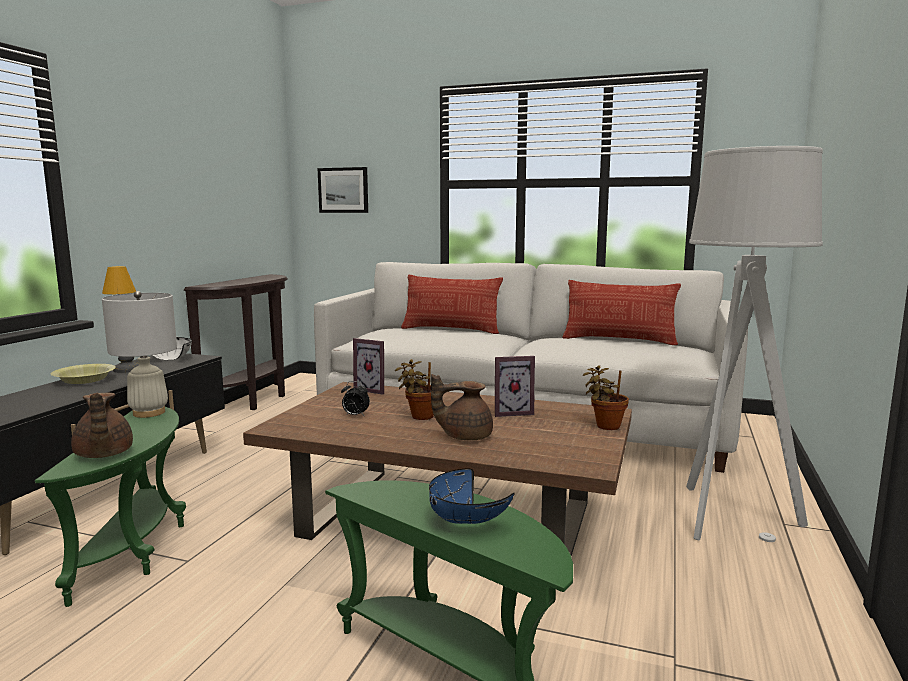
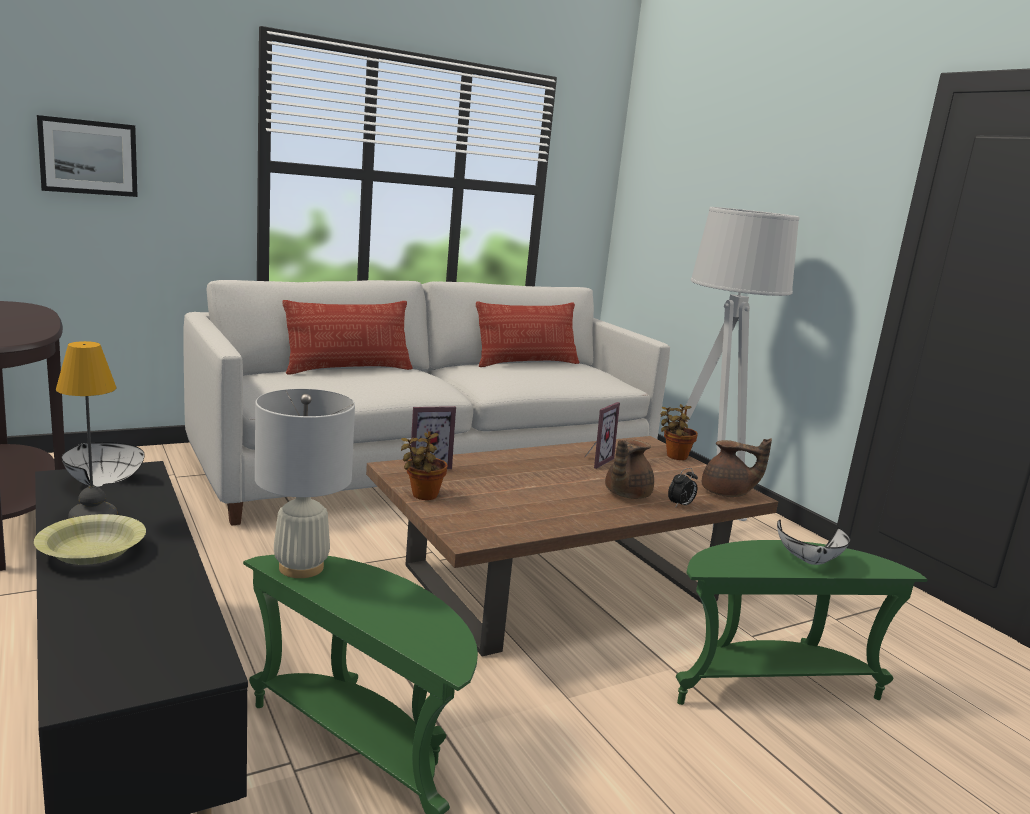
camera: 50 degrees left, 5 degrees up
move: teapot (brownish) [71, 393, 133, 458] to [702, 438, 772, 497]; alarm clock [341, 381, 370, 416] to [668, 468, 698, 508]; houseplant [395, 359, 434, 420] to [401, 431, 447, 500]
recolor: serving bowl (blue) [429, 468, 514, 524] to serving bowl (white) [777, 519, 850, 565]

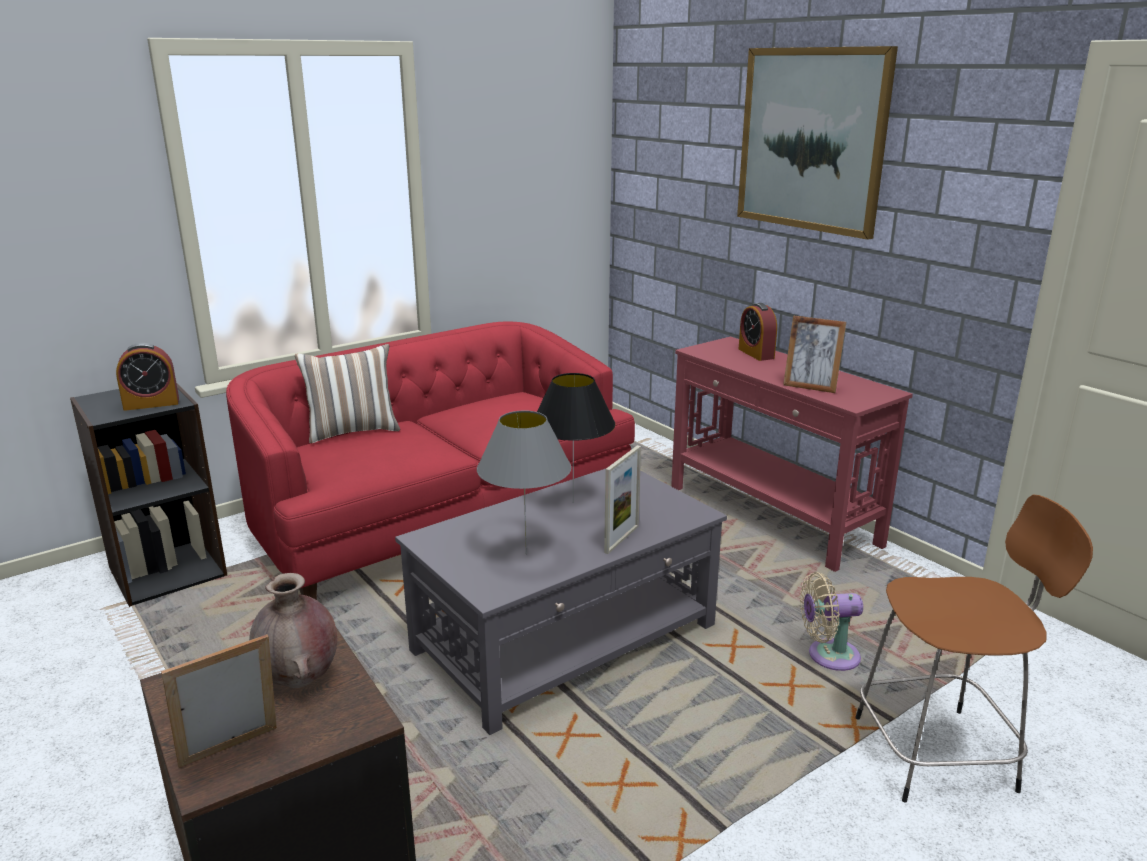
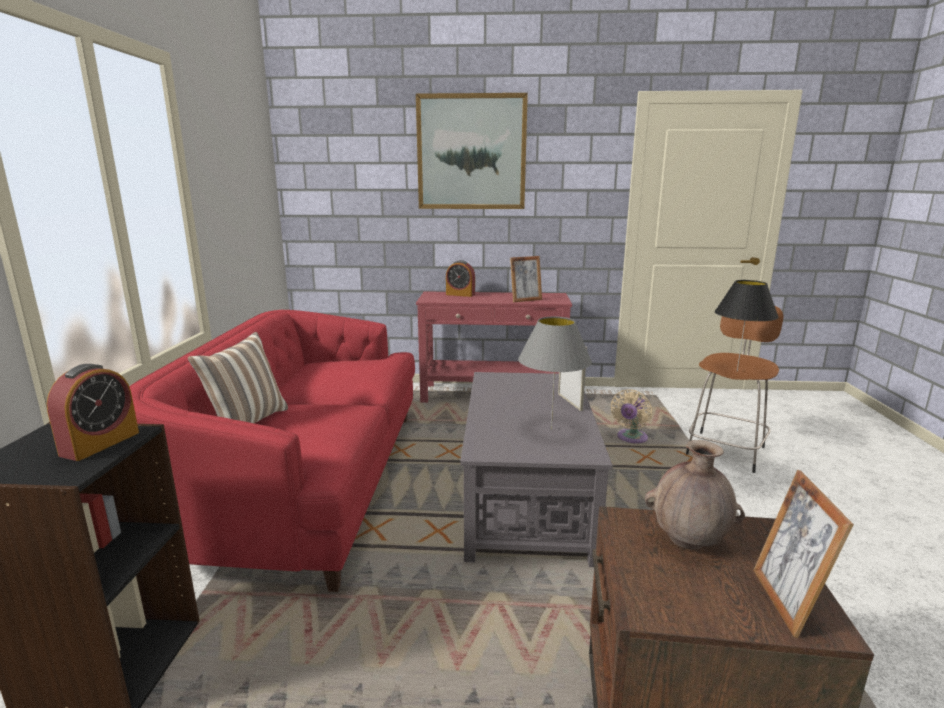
camera: 50 degrees left, 5 degrees down
move: lamp for a table (black-coloured) [537, 373, 616, 503] to [715, 280, 779, 372]

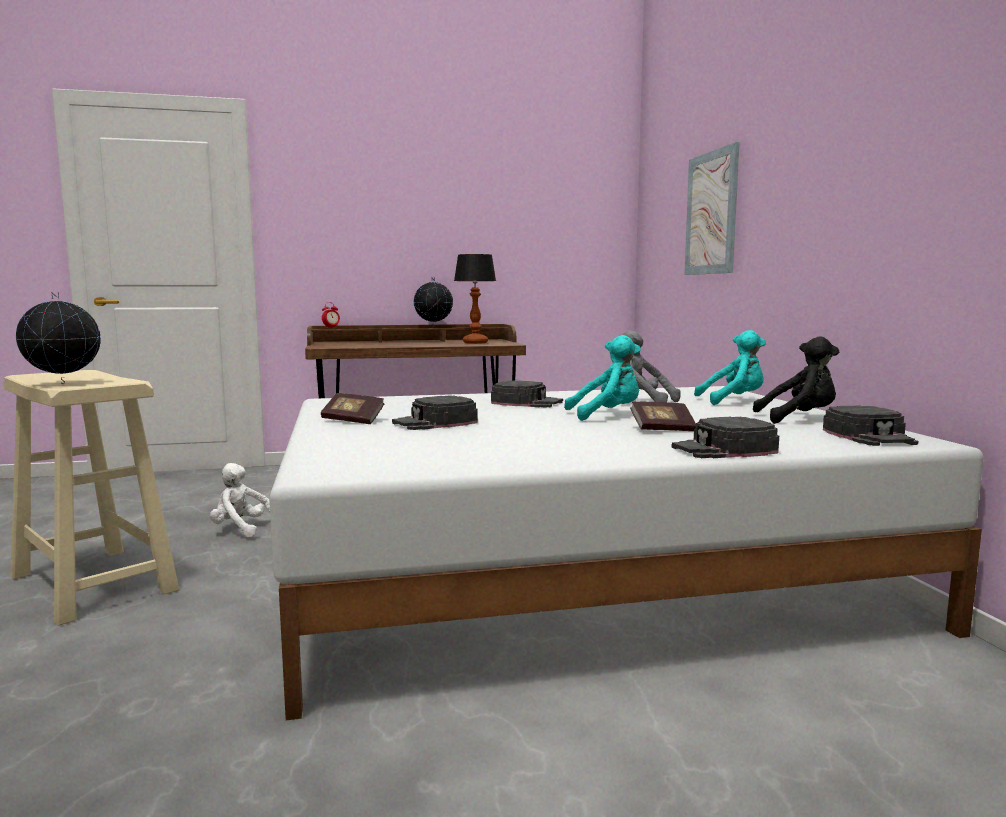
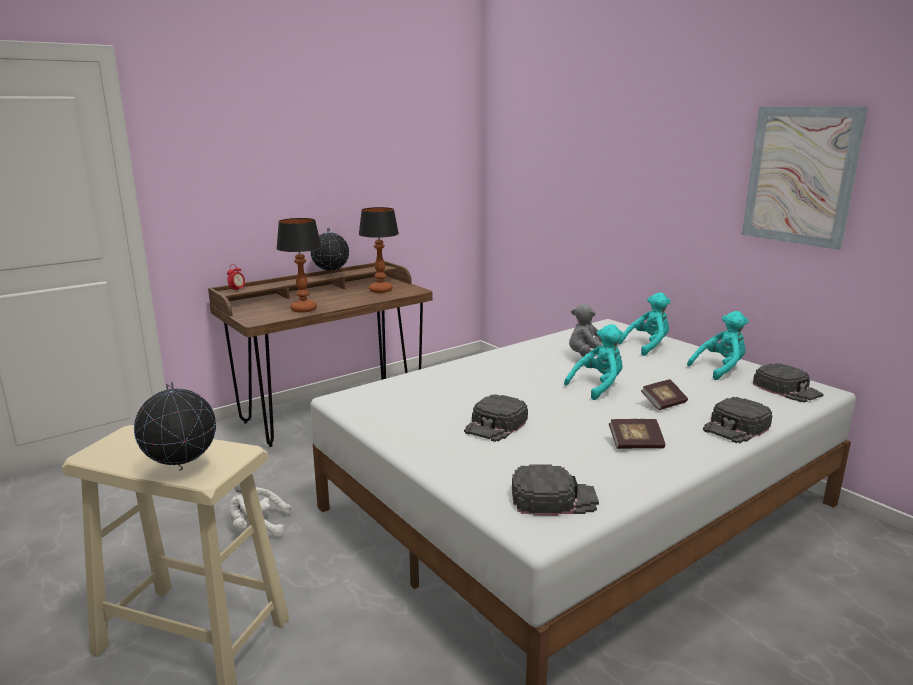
camera: 25 degrees left, 10 degrees up
insert: lamp for a table [276, 218, 322, 313]
move: volume [321, 393, 384, 424] to [609, 419, 666, 449]; peaked cap (black-coloured) [491, 380, 563, 408] to [512, 464, 599, 516]; wall picture [684, 142, 740, 275] to [742, 107, 868, 250]
recolor: cuddly toy (black-coloured) [752, 337, 839, 424] to cuddly toy (blue-green) [687, 311, 749, 380]

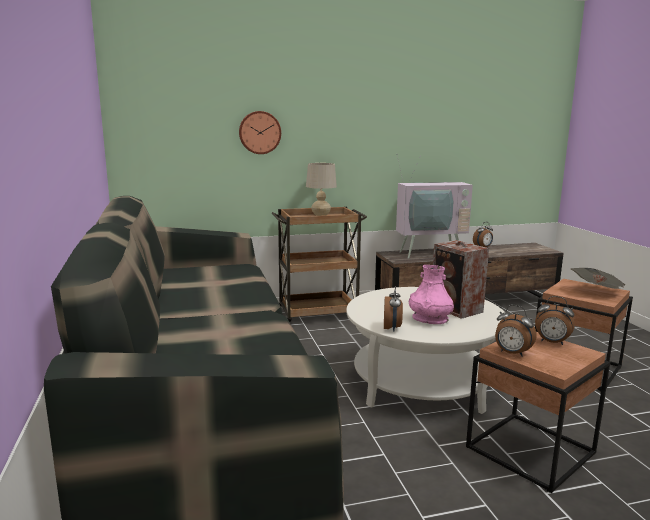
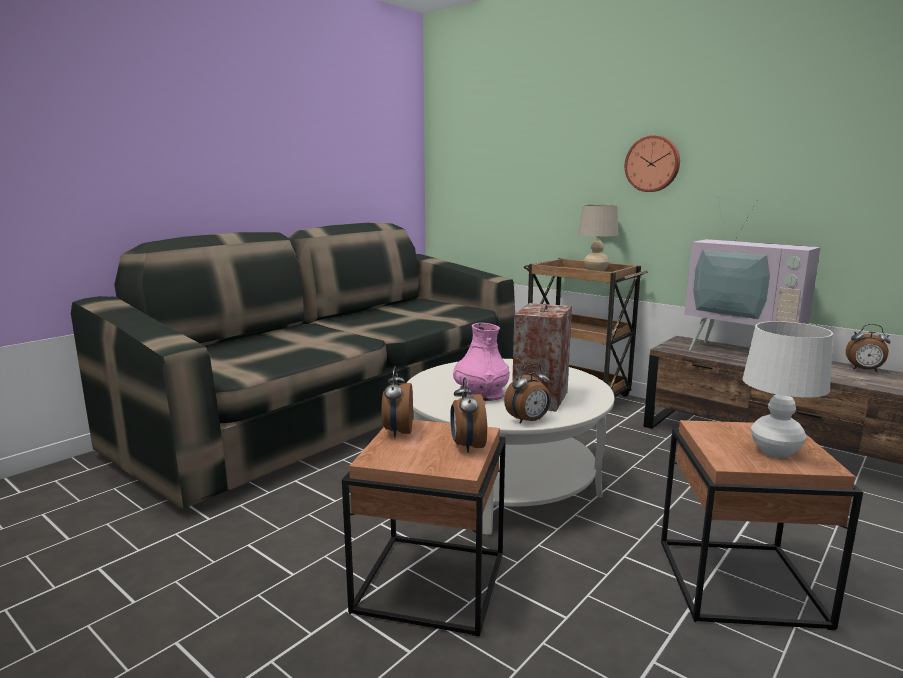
camera: 55 degrees right, 0 degrees up
move: wall clock [239, 111, 281, 154] to [625, 135, 680, 192]; alarm clock [384, 286, 403, 332] to [504, 363, 551, 424]
replace: newspaper [571, 268, 625, 289] to lamp for a table (white) [743, 321, 833, 458]

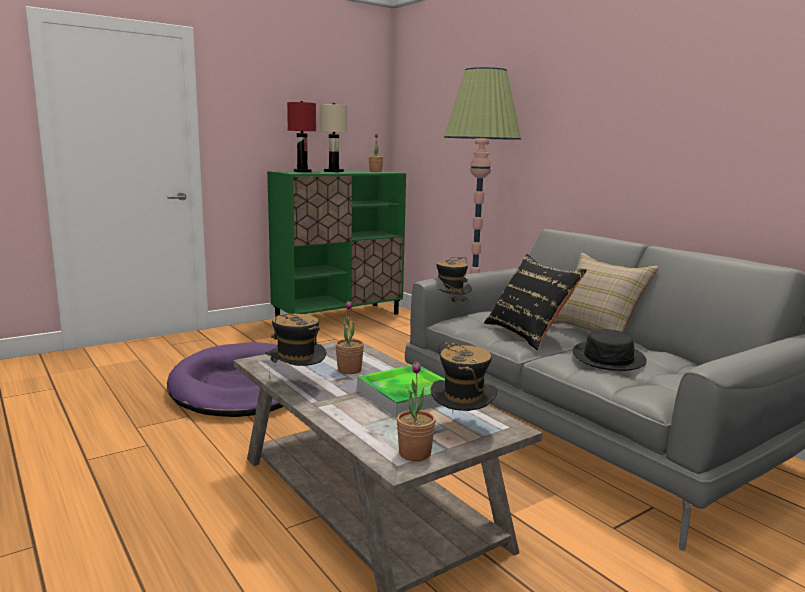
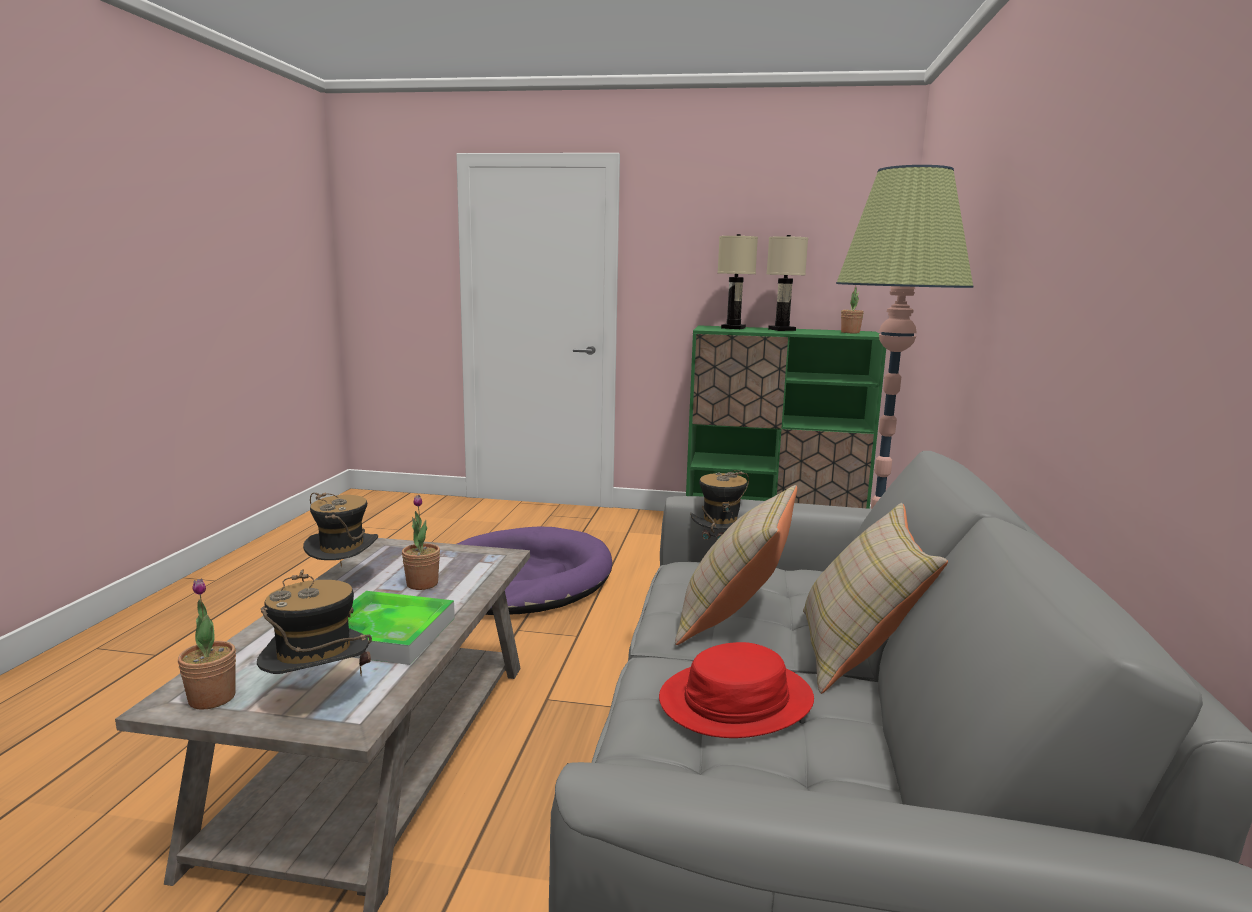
camera: 45 degrees right, 0 degrees up
recolor: lamp for a table (red) [287, 101, 316, 172] to lamp for a table (beige) [717, 234, 758, 329]; pillow (black-coloured) [484, 254, 587, 350] to pillow (beige) [675, 485, 797, 645]; clothing hat (black-coloured) [572, 329, 647, 371] to clothing hat (red) [659, 642, 814, 738]

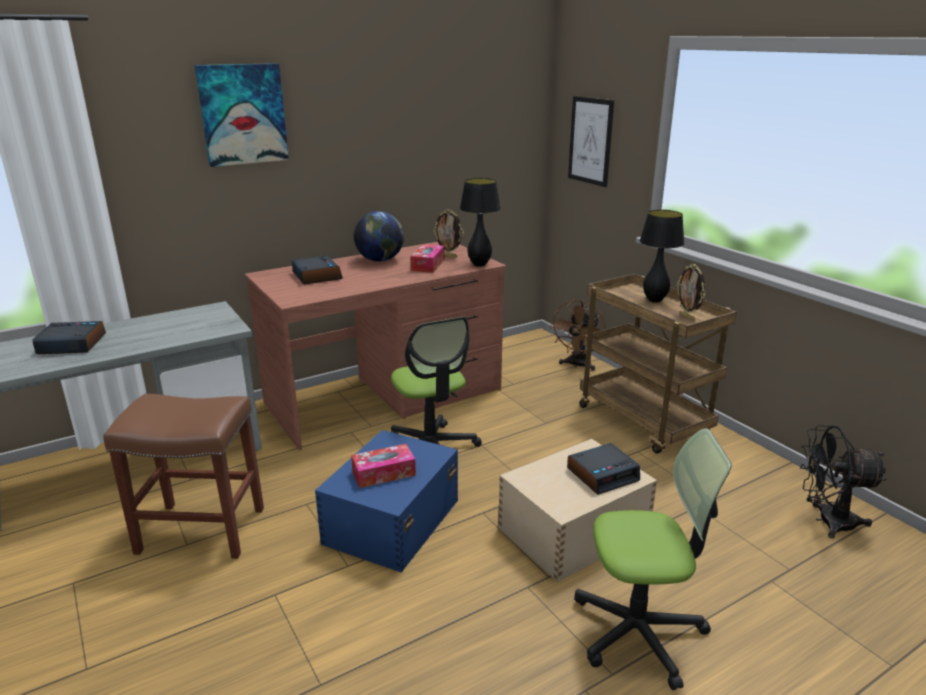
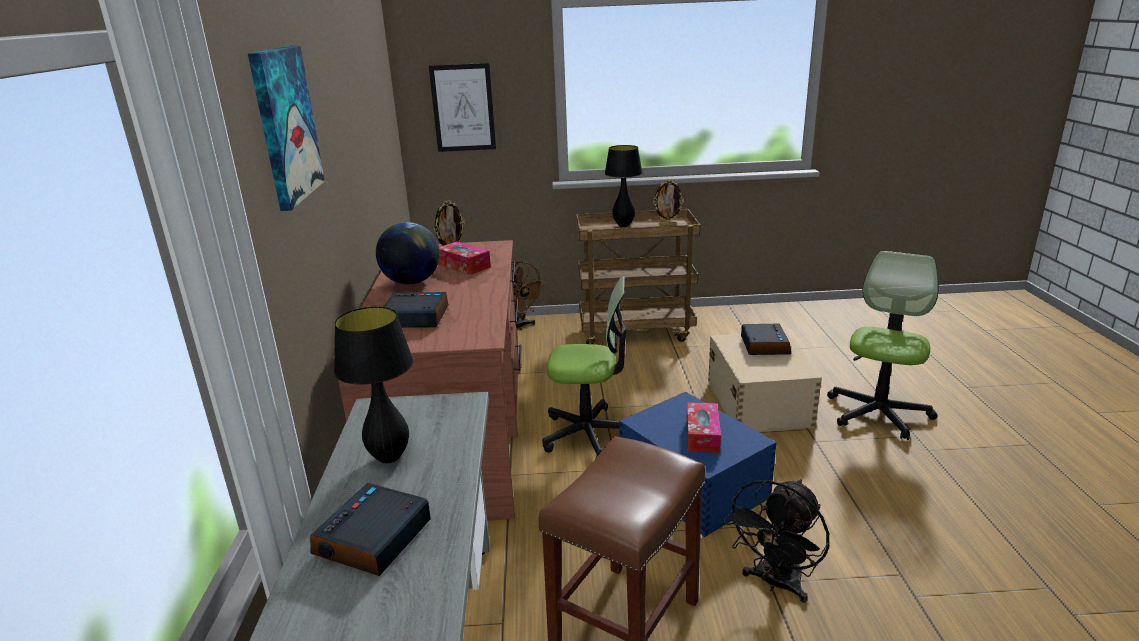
camera: 60 degrees left, 0 degrees up
move: lamp for a table (black-coloured) [460, 178, 501, 267] to [334, 307, 413, 463]; electric fan (black-coloured) [800, 425, 887, 539] to [723, 479, 829, 603]

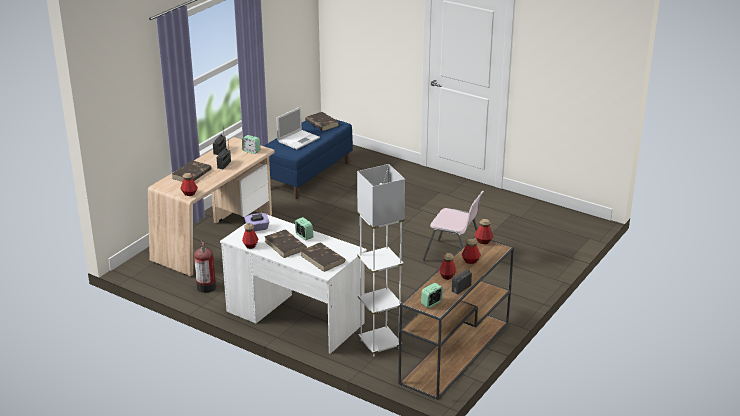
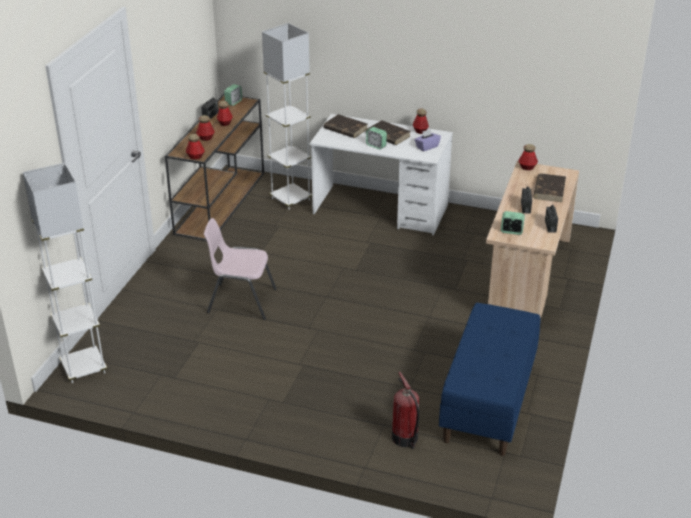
camera: 165 degrees right, 5 degrees up
delete: portable computer [276, 107, 320, 150]; volume (brownish) [305, 112, 339, 131]
insert: standard lamp (white) [23, 163, 107, 383]
move: fire extinguisher [194, 240, 216, 293] to [392, 372, 419, 449]

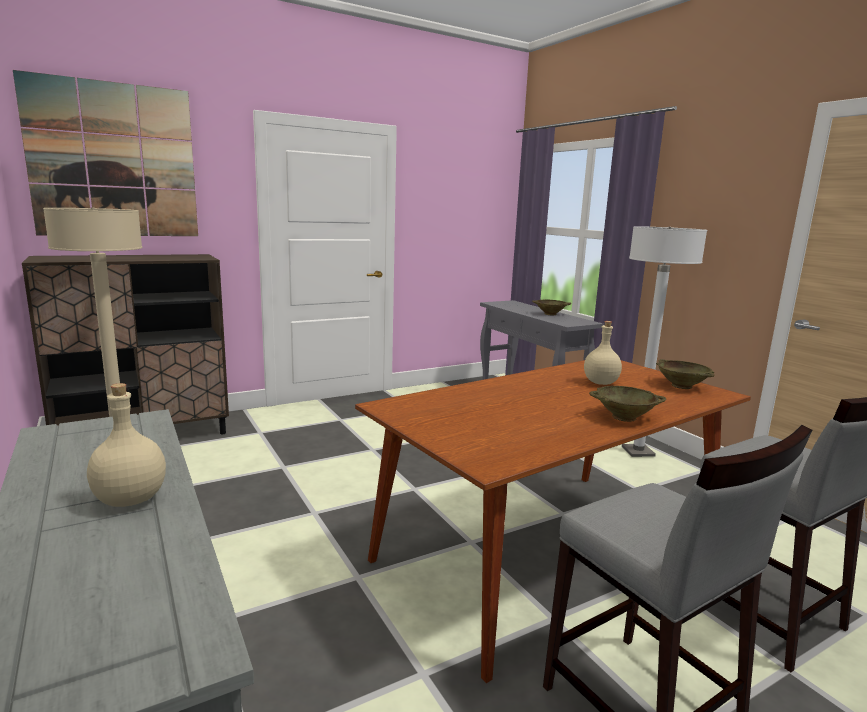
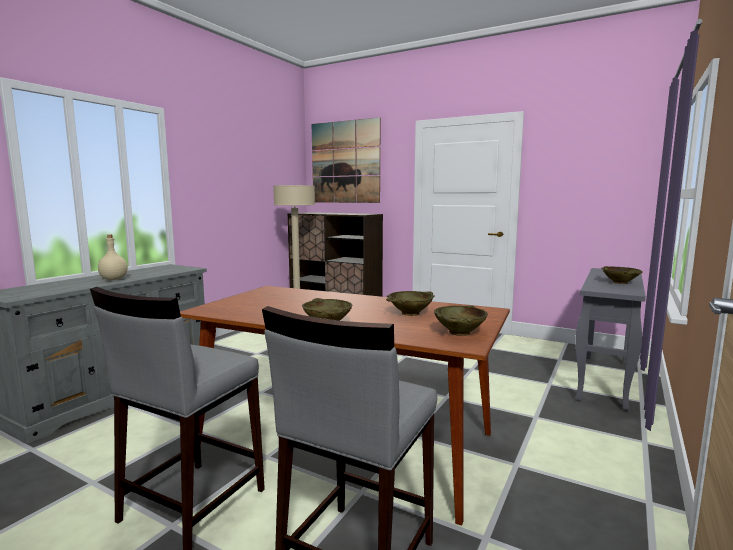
camera: 60 degrees right, 5 degrees down
delete: standard lamp (white) [622, 226, 707, 457]
replace: drink bottle (beige) [584, 321, 622, 385] to serving bowl (beige) [386, 291, 435, 316]

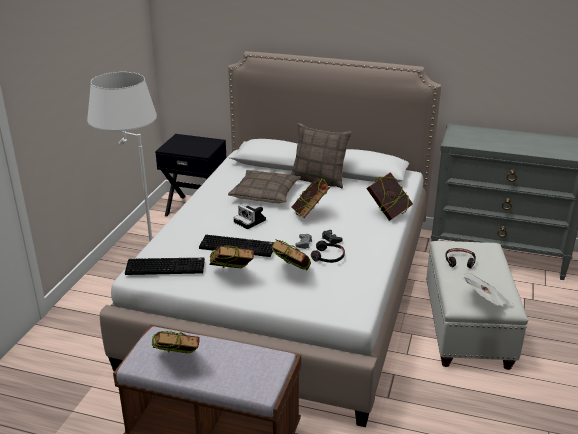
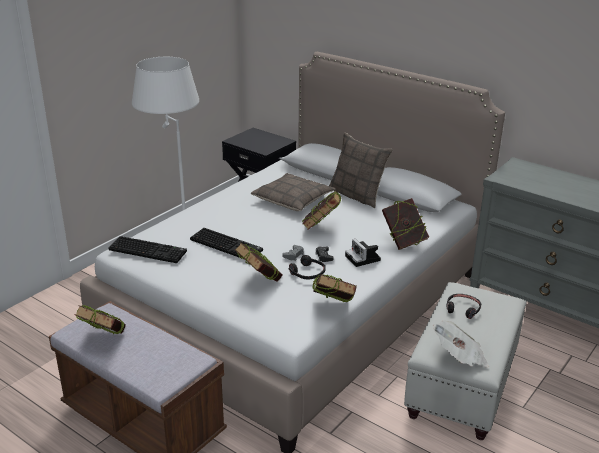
camera: 20 degrees right, 0 degrees up
move: volume [209, 245, 254, 268] to [312, 274, 357, 302]; photo camera [234, 205, 266, 229] to [345, 239, 381, 267]

